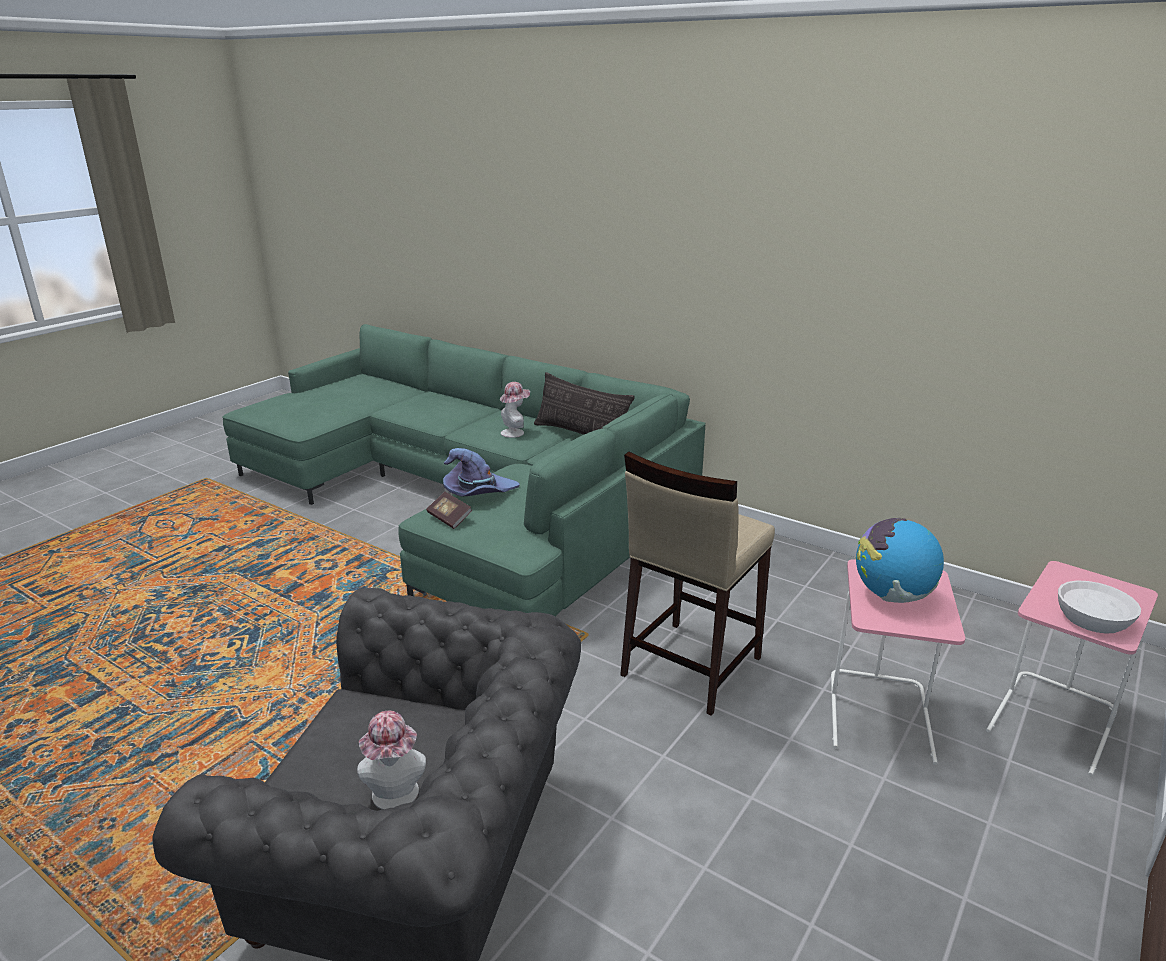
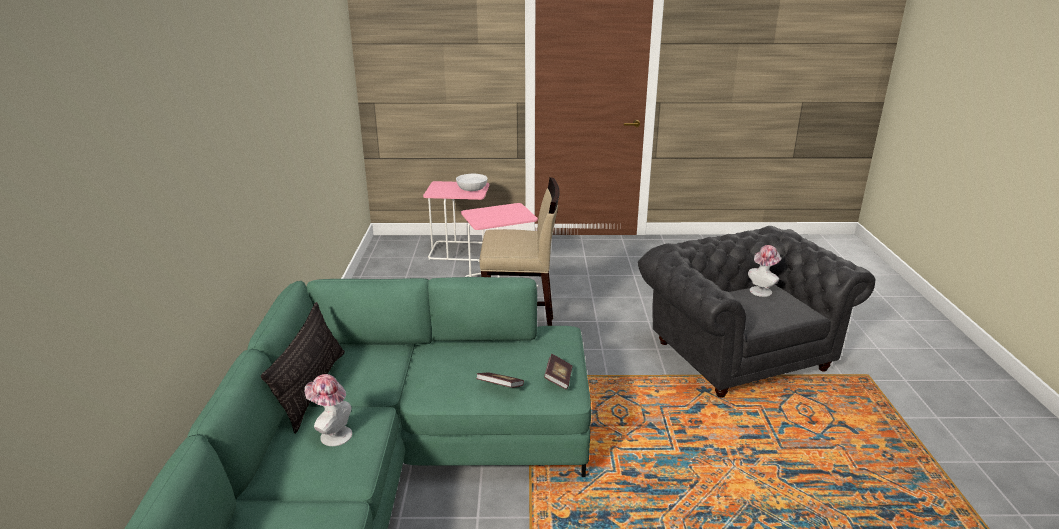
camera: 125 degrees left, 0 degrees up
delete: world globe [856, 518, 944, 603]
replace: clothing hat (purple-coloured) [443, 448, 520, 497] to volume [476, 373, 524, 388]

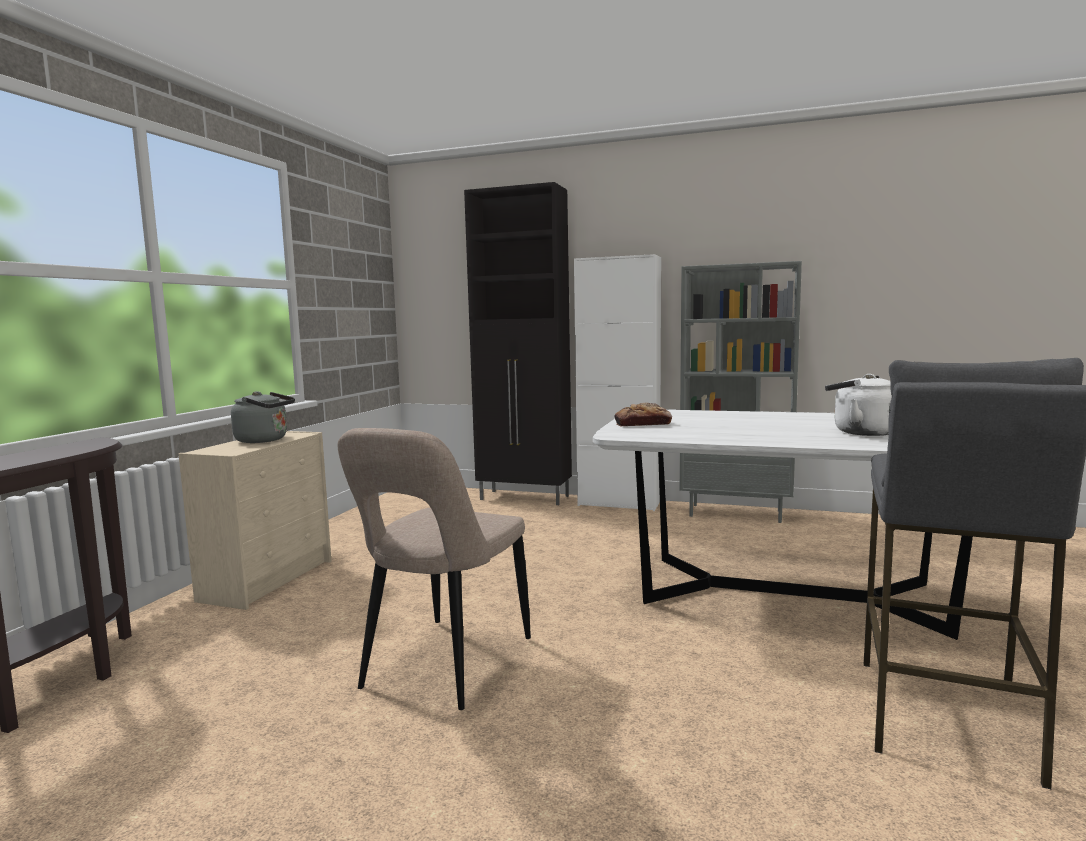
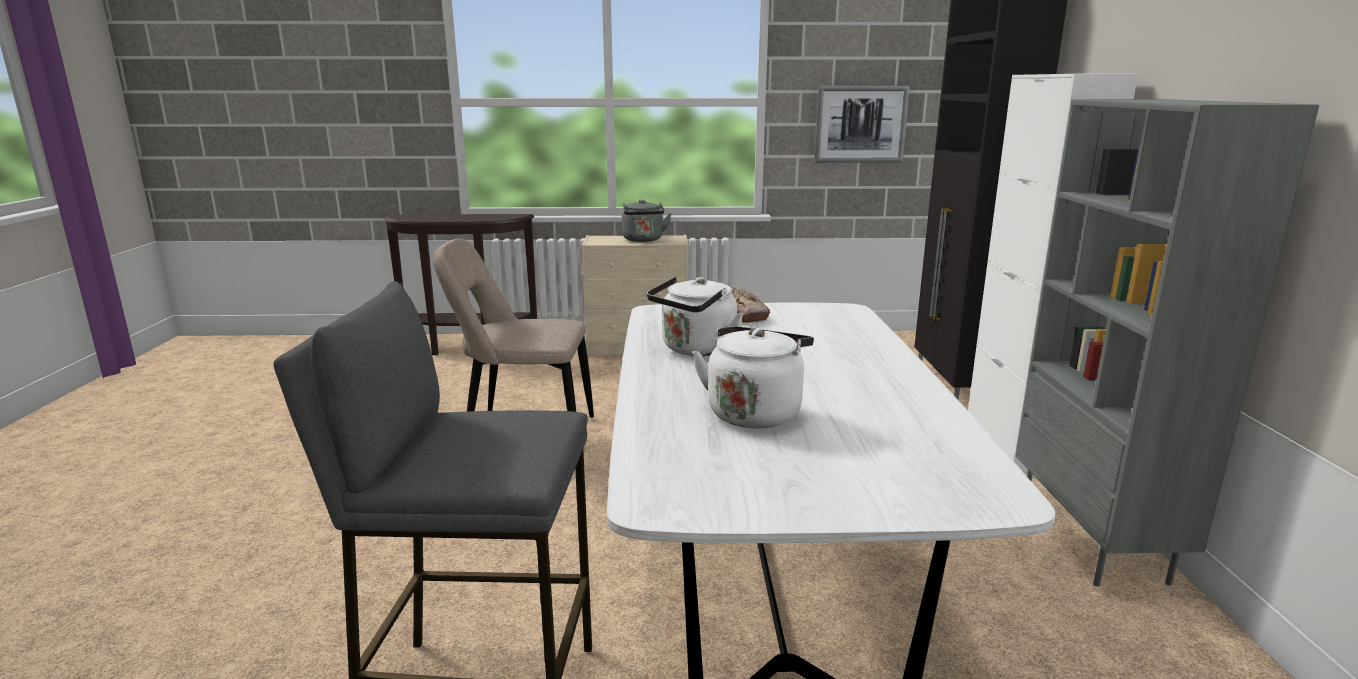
camera: 70 degrees right, 10 degrees up
insert: tea kettle (white) [647, 277, 743, 356]; wall picture [814, 86, 910, 163]

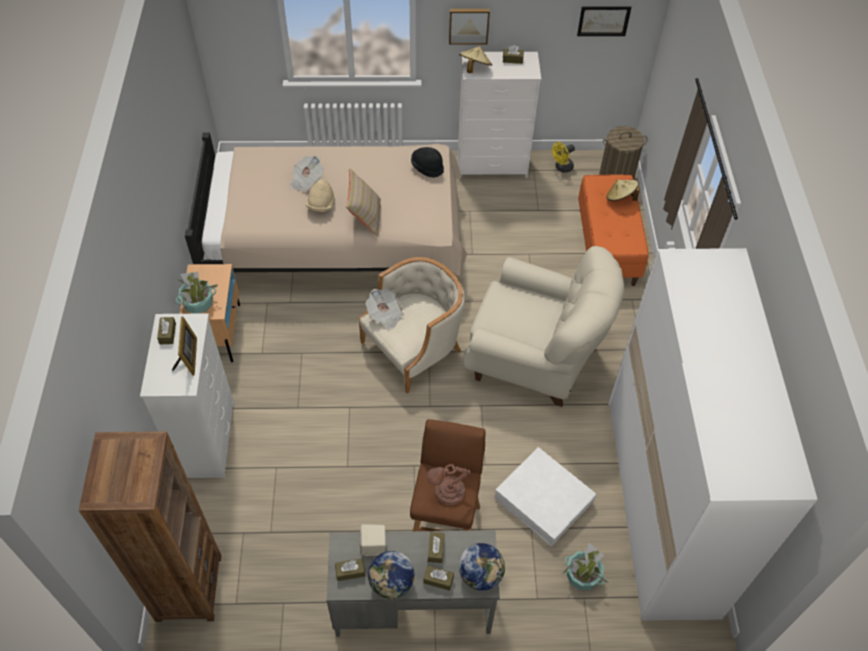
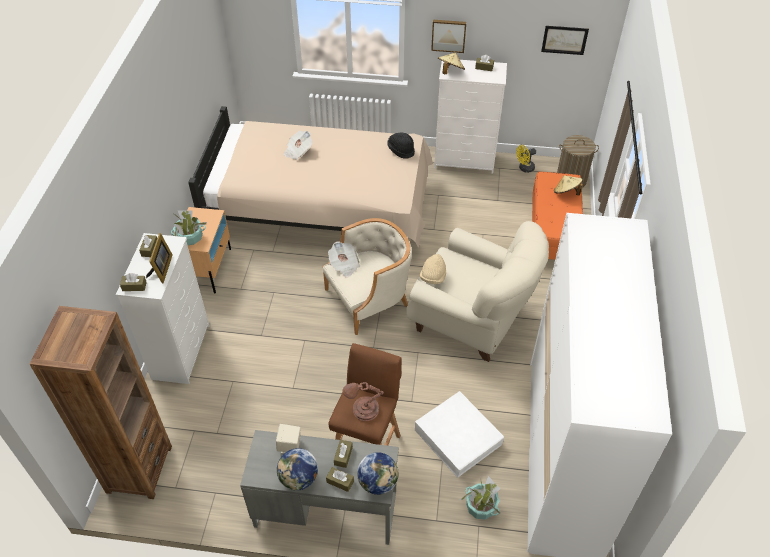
camera: 10 degrees right, 5 degrees down
delete: pillow (beige) [346, 168, 381, 236]
move: clothing hat (beige) [306, 179, 335, 212] to [419, 254, 446, 284]; tissue holder (brownish) [335, 558, 365, 581] to [120, 273, 147, 291]

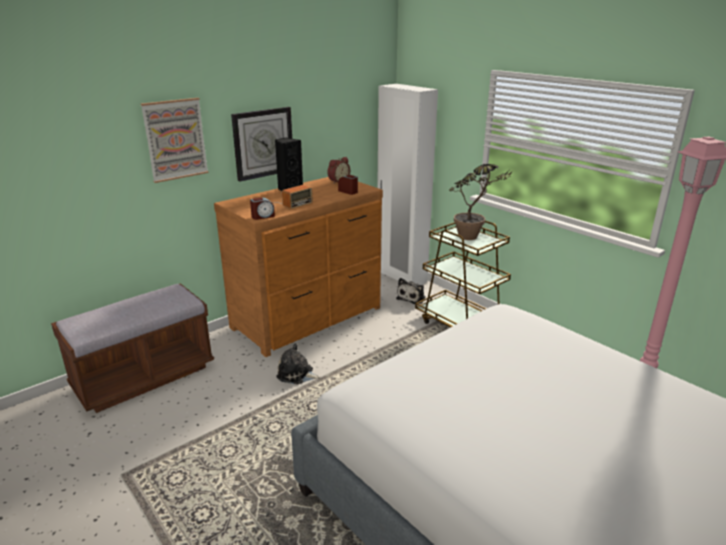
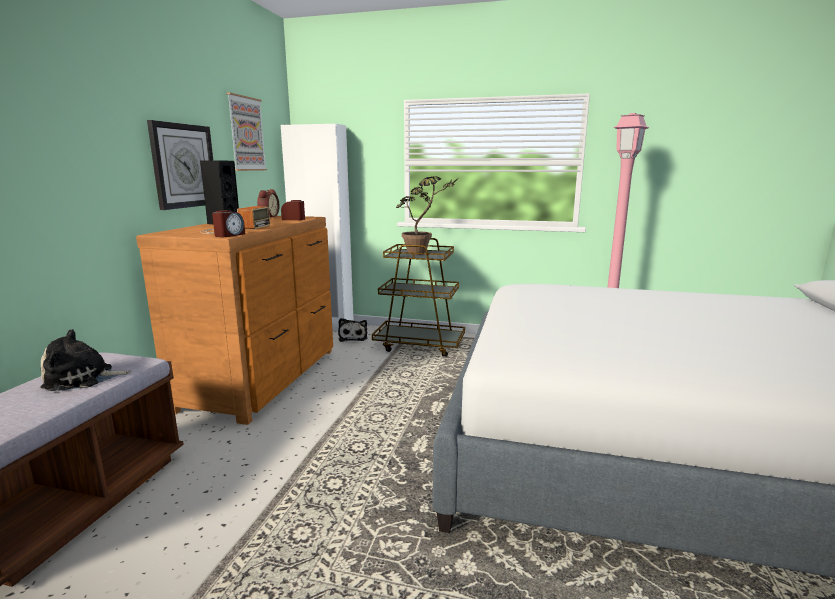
camera: 35 degrees left, 10 degrees down
move: wall picture [141, 98, 209, 183] to [227, 93, 267, 171]; cuddly toy [276, 343, 320, 384] to [40, 329, 132, 391]

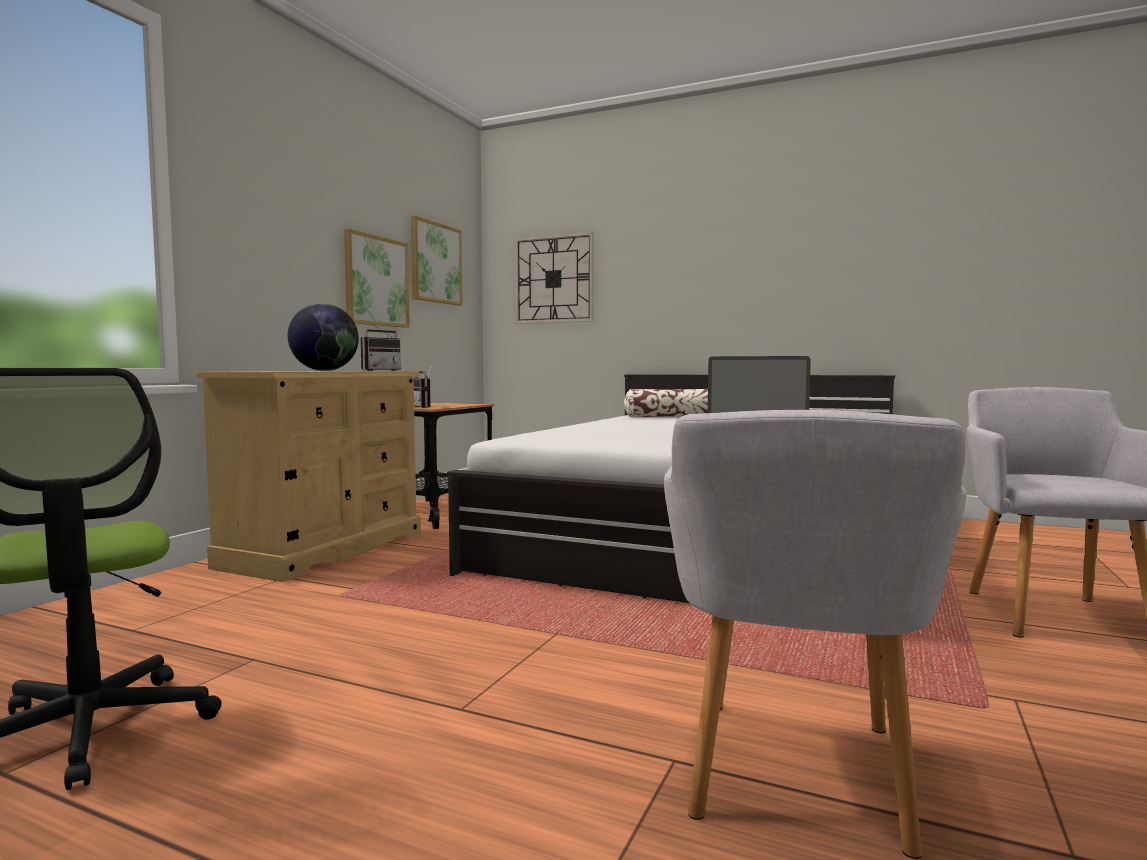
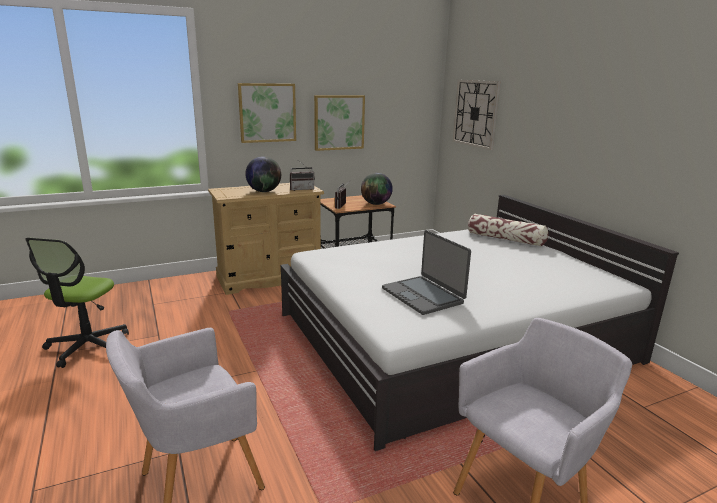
camera: 40 degrees right, 15 degrees up
insert: world globe [361, 173, 393, 205]
move: wall picture [411, 216, 463, 305] to [238, 83, 296, 143]

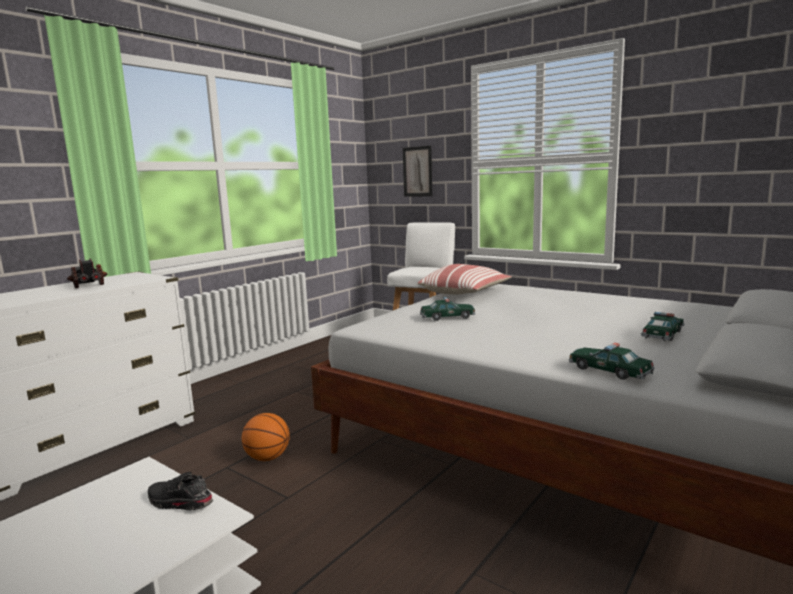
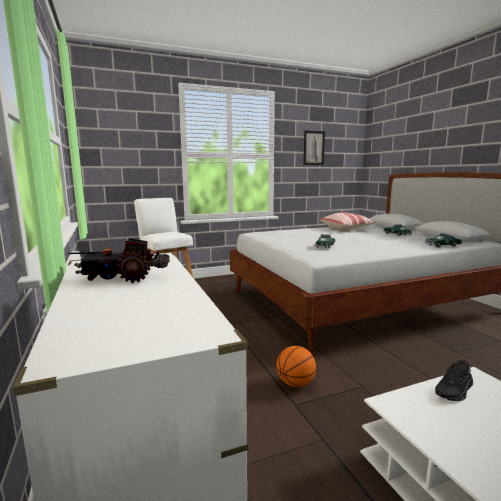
camera: 60 degrees left, 0 degrees up
move: wall picture [403, 146, 432, 197] to [303, 131, 325, 165]; pillow [418, 264, 512, 295] to [320, 213, 376, 230]

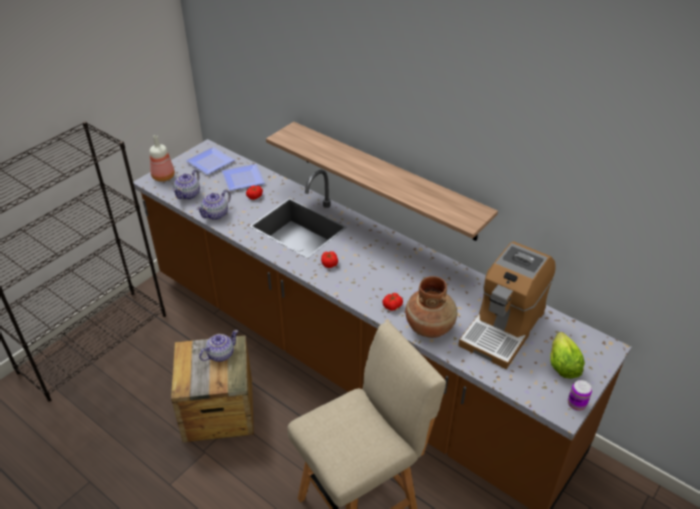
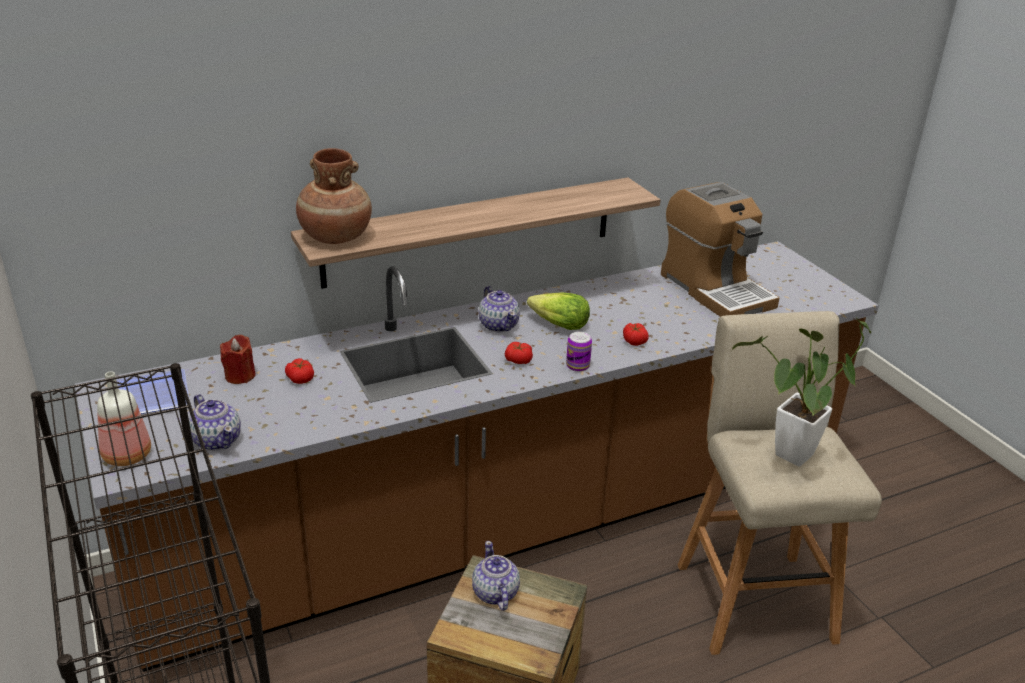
camera: 65 degrees left, 10 degrees down
insert: houseplant [732, 318, 871, 467]
move: teapot [196, 190, 231, 220] to [479, 286, 520, 332]; decorative vase (brownish) [405, 276, 457, 338] to [296, 148, 372, 244]; head of lettuce [550, 332, 585, 379] to [527, 292, 590, 330]; metal can [568, 380, 592, 411] to [566, 332, 592, 372]
replace: plate [222, 164, 265, 191] to wax light (red) [220, 335, 256, 384]

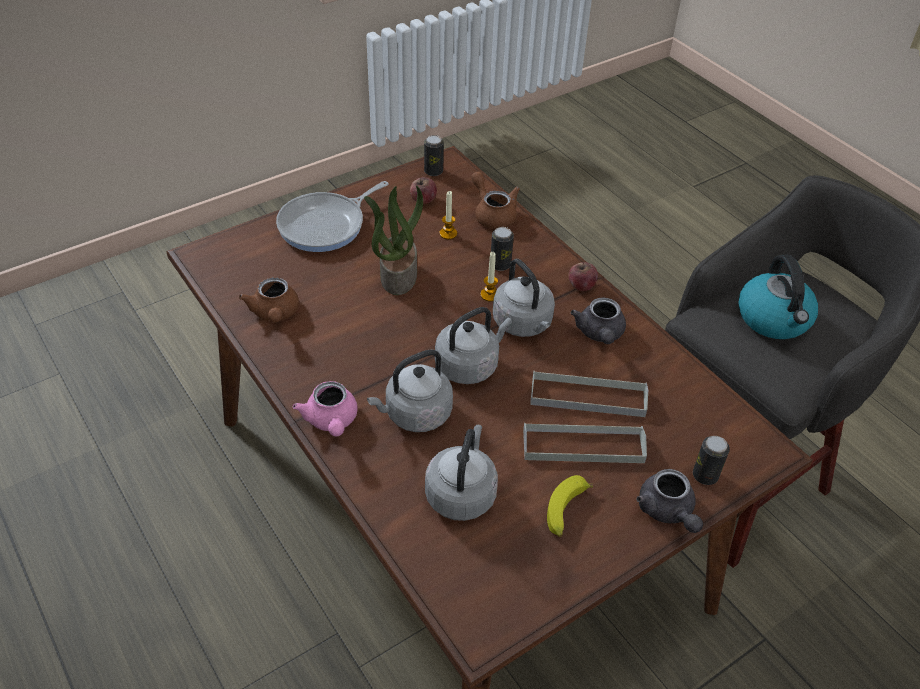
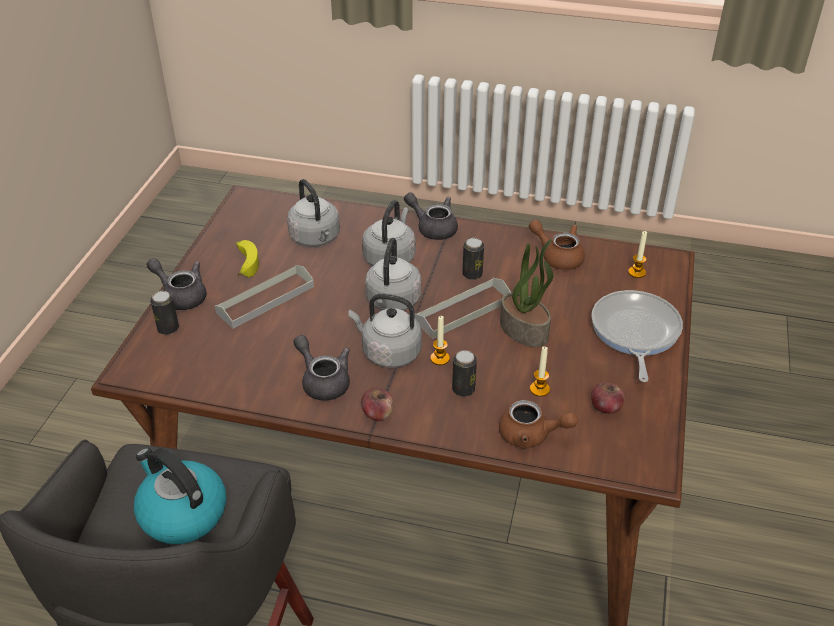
camera: 140 degrees right, 5 degrees down
insert: wax light [628, 231, 647, 278]
move: metal can [424, 135, 444, 176] to [462, 238, 484, 280]; carrying tray (grey) [530, 371, 648, 417] to [414, 278, 511, 339]
recolor: teapot (pink) [293, 381, 358, 436] to teapot (grey) [404, 192, 458, 240]

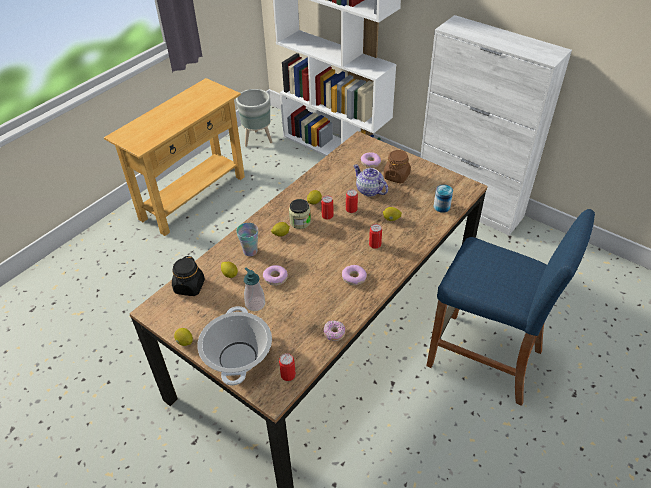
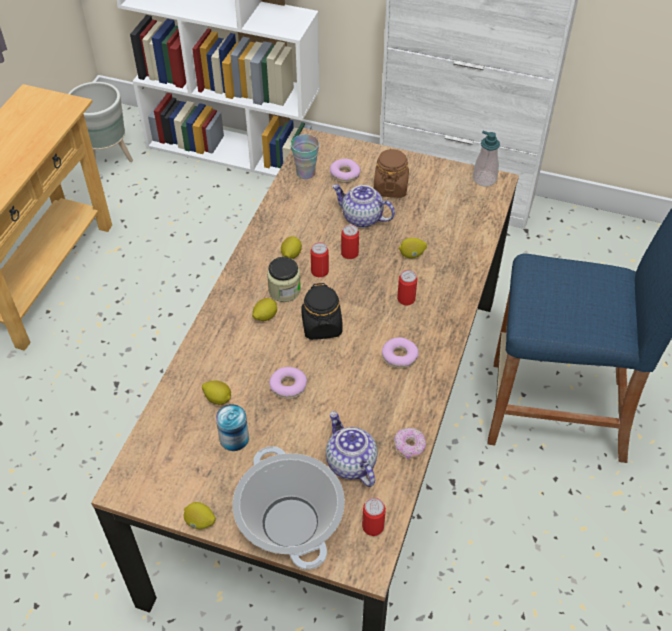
camera: 20 degrees left, 5 degrees up
insert: teapot [326, 411, 378, 487]
move: jar (black-coloured) [172, 256, 205, 296] to [301, 283, 342, 340]; cup [236, 223, 258, 256] to [291, 134, 319, 179]; liquid soap bottle [244, 267, 265, 311] to [473, 131, 500, 186]; metal can [433, 184, 453, 213] to [216, 404, 249, 451]

